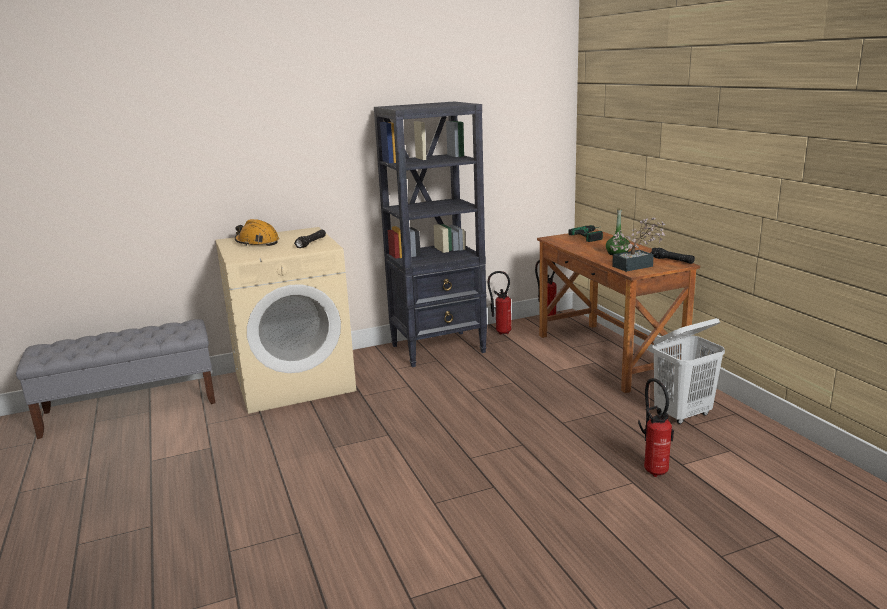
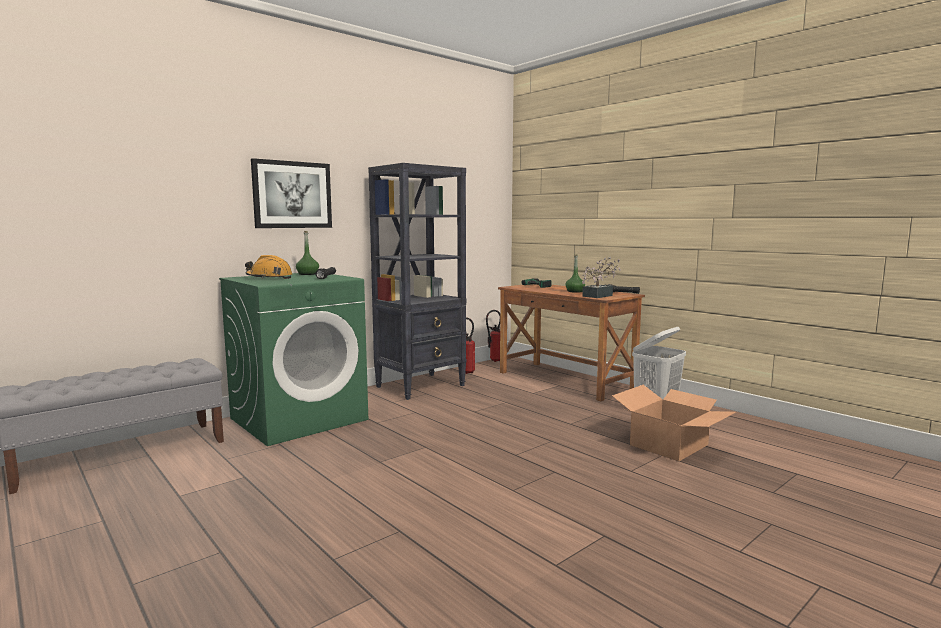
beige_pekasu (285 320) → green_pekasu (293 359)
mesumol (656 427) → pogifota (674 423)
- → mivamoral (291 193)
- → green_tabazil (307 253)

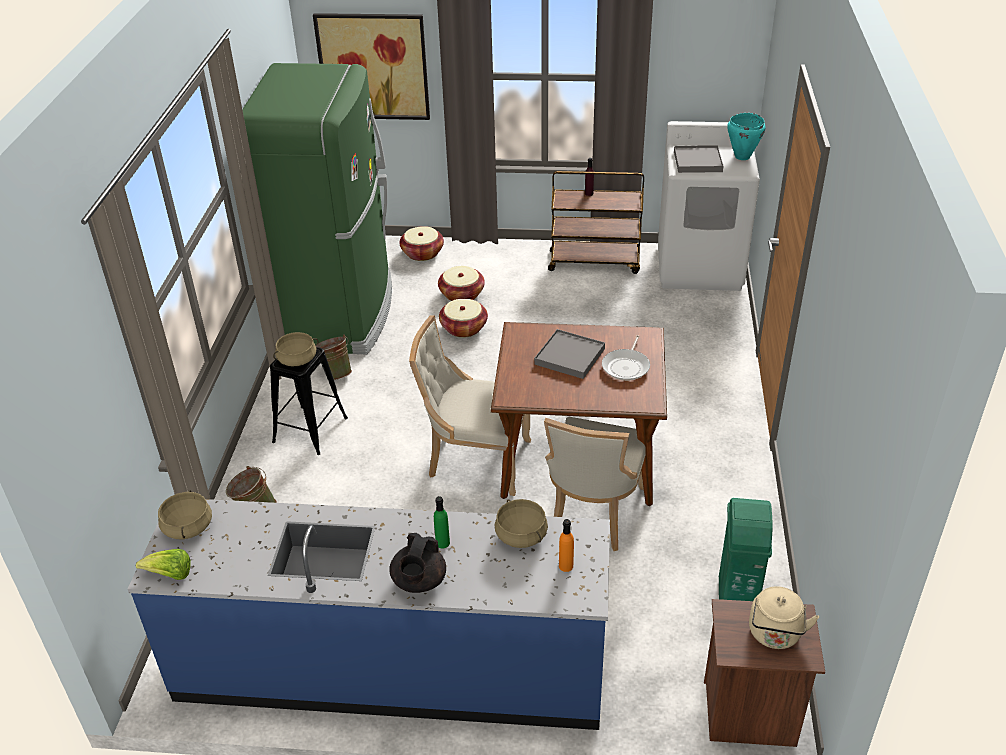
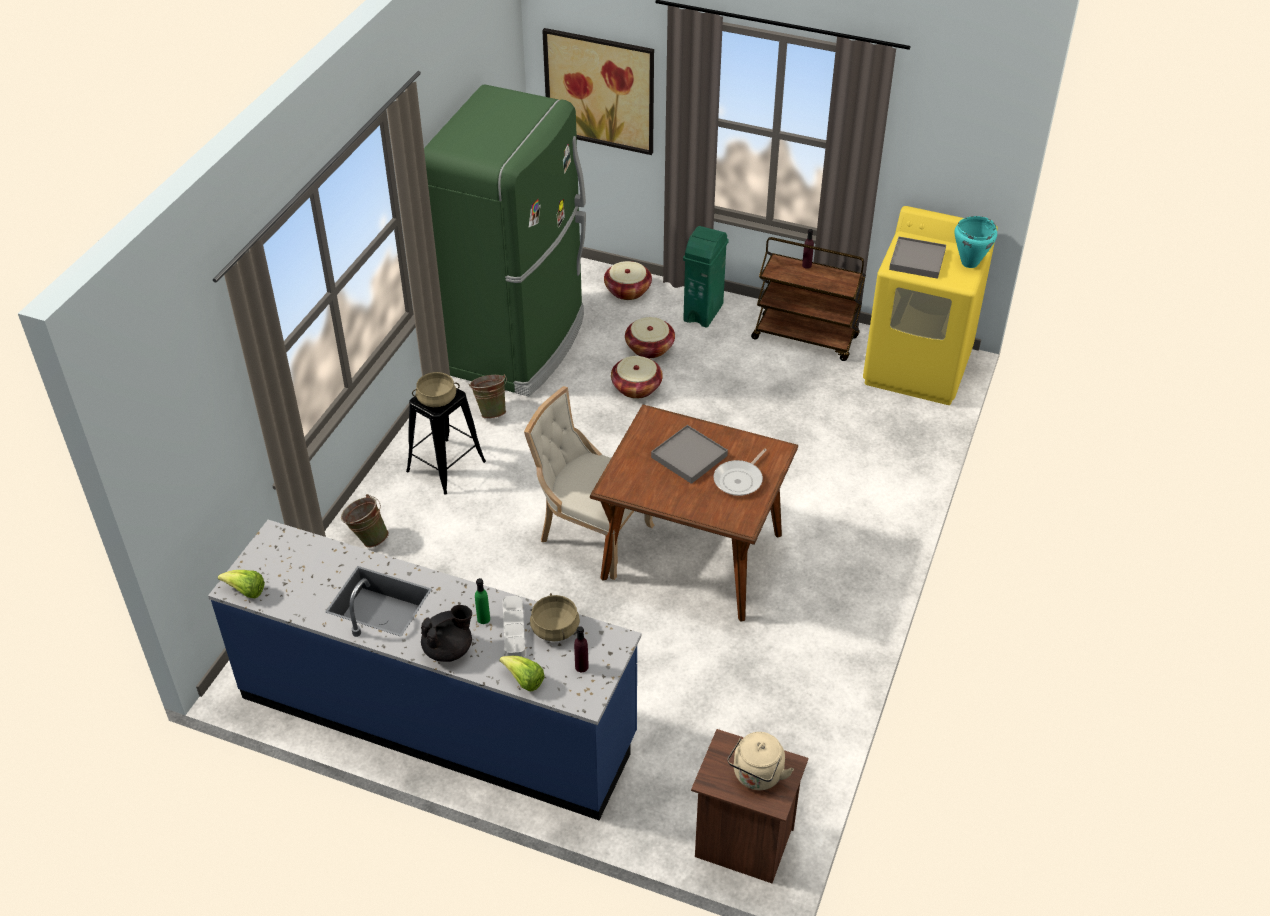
white_pekasu (709 206) → yellow_pekasu (930 305)
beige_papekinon (595 484) → -
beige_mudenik (185 514) → -
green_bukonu (746 549) → green_bukonu (706 277), relocated
orange_tabazil (566 545) → purple_tabazil (581 649)
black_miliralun (417 563) → black_miliralun (446 633), 150 degrees counterclockwise
- → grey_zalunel (514 626)
- → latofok (521 673)

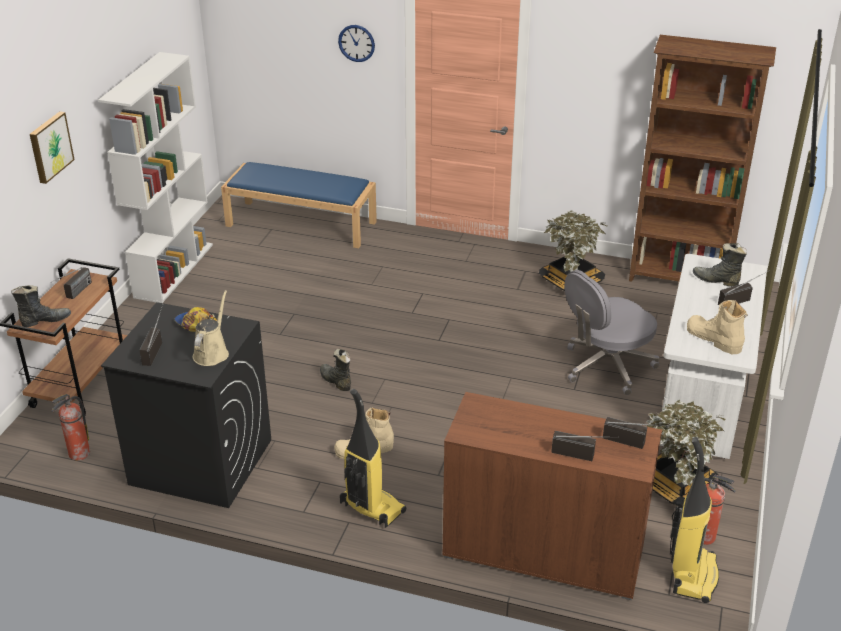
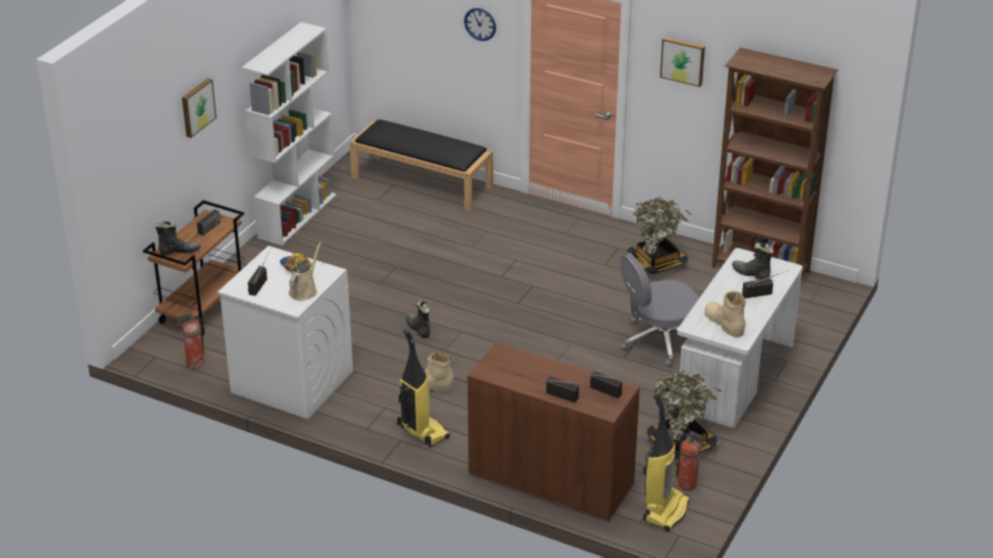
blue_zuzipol (299 205) → black_zuzipol (421 165)
black_pekasu (186 405) → white_pekasu (285 332)
- → mivamoral (682 62)

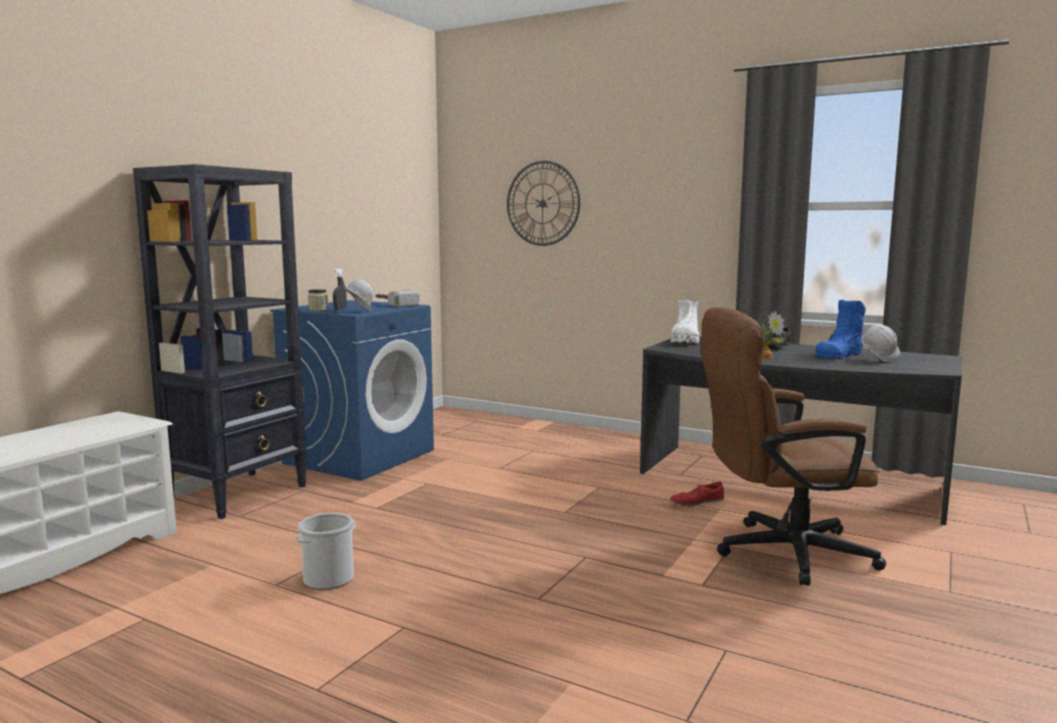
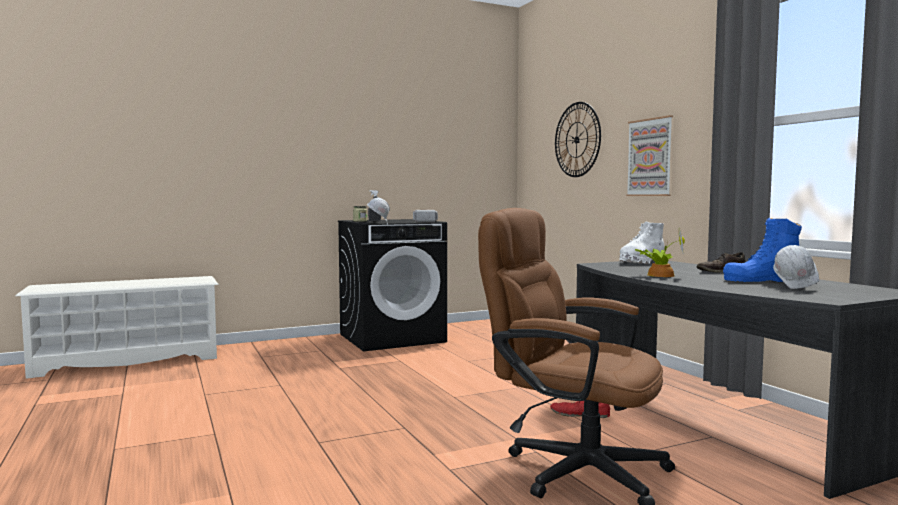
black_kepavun (220 341) → -
blue_pekasu (352 390) → black_pekasu (392 285)
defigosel (326 551) → -
- → mivamoral (649 155)

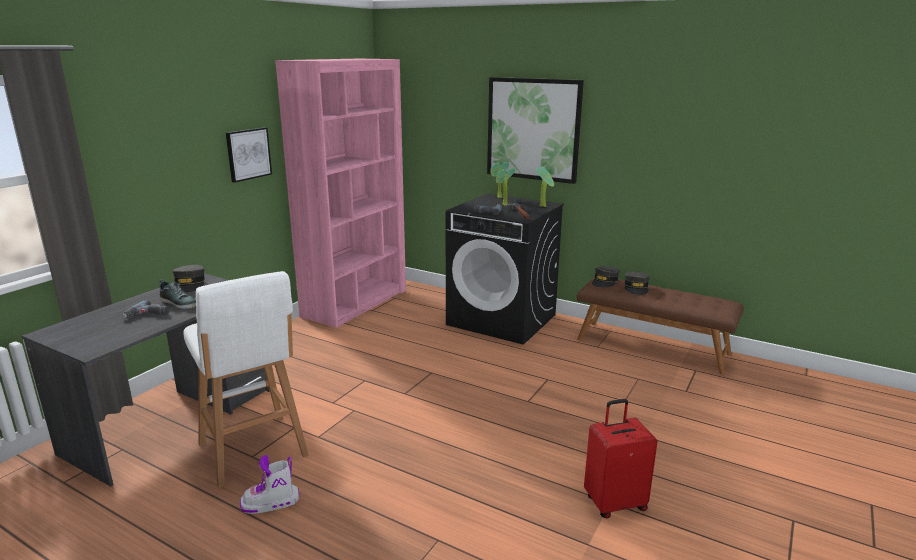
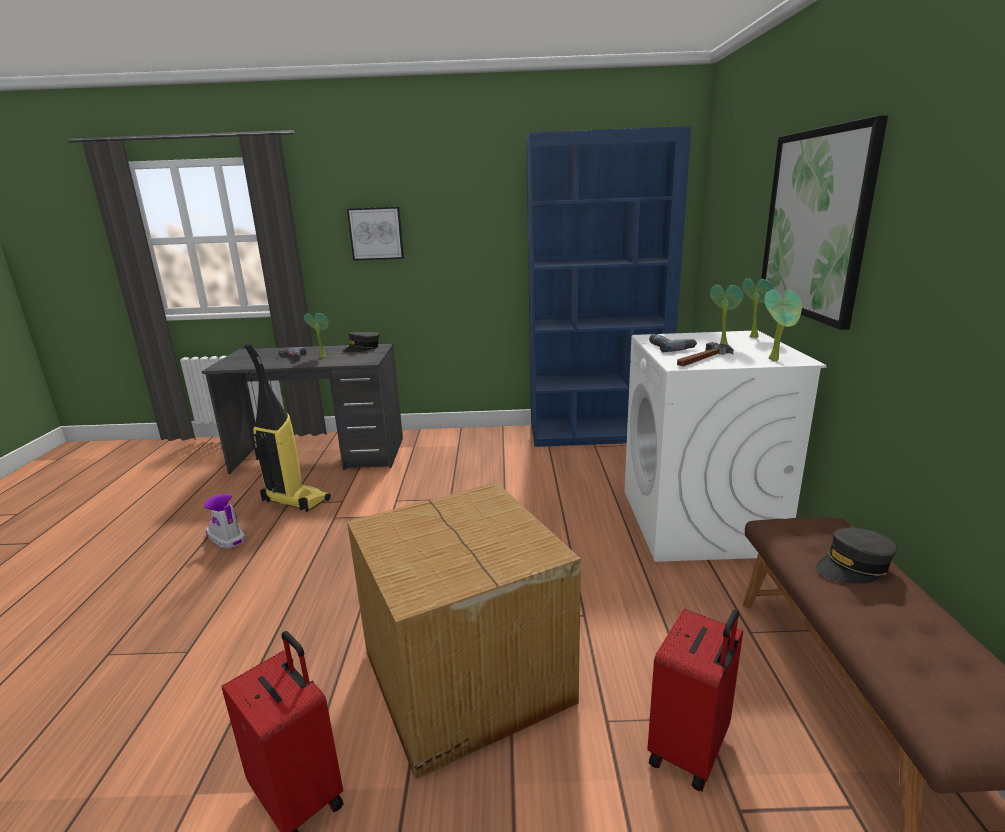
pink_kepavun (340 193) → blue_kepavun (608 286)
mivamoral (249 155) → mivamoral (375 234), relocated
black_pekasu (505 269) → white_pekasu (725 446)
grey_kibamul (606 277) → -
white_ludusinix (246 379) → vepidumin (287 427)
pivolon (177 294) → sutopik (316 335)
- → pogifota (464 630)
- → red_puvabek (695 700)

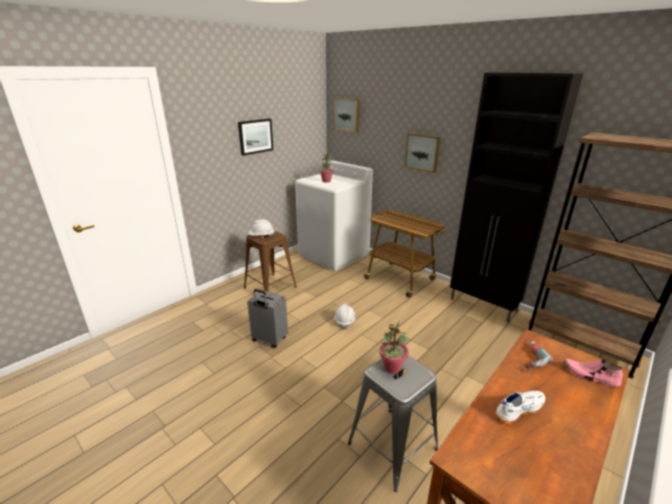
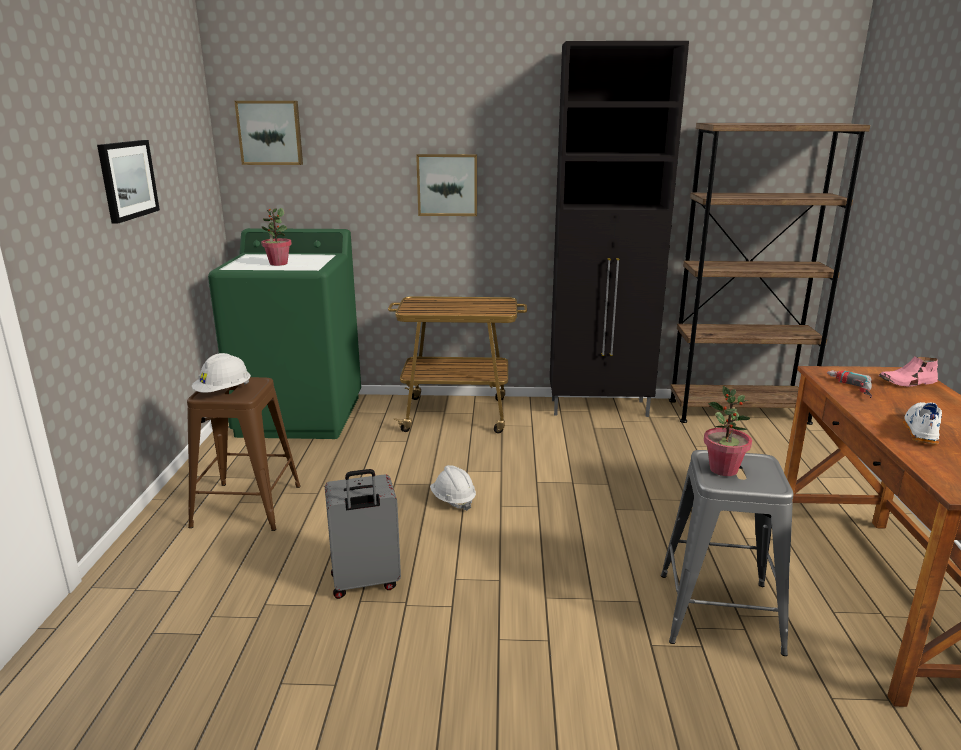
white_pekasu (334 215) → green_pekasu (284 333)

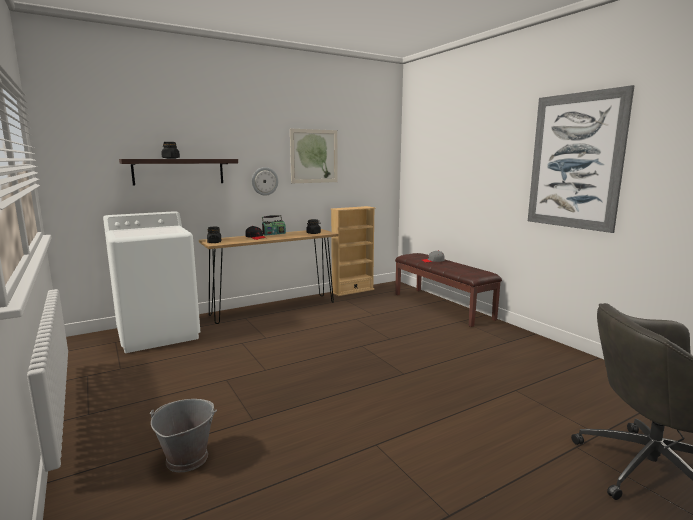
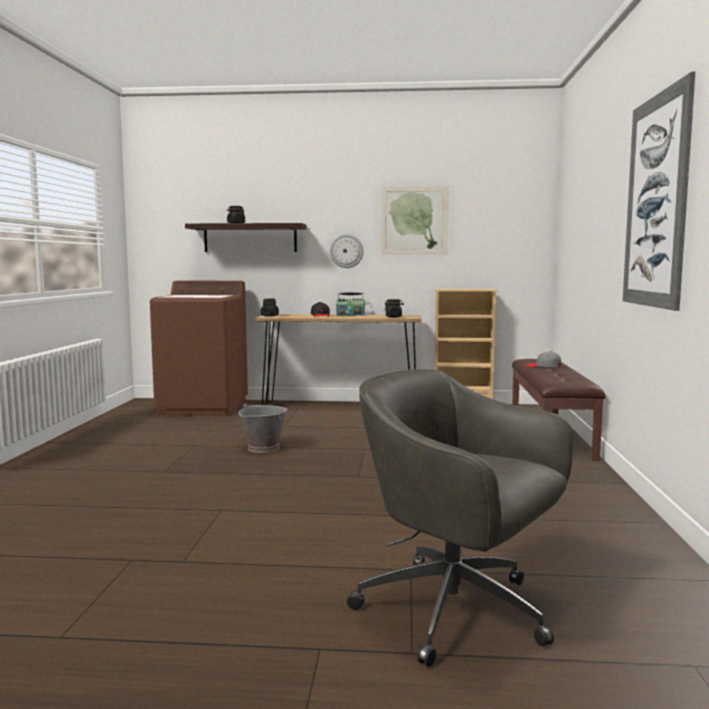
white_pekasu (151 282) → brown_pekasu (199 348)
grey_defigosel (183 435) → grey_defigosel (263 428), relocated

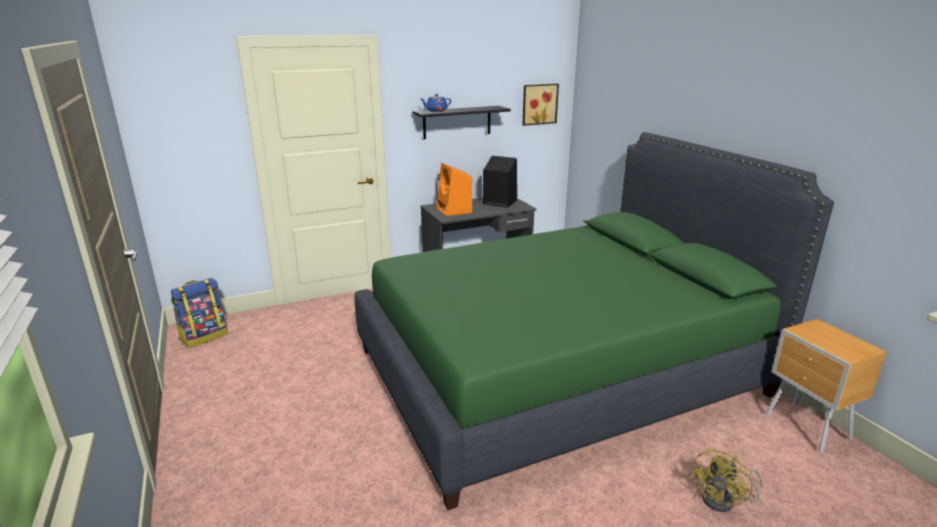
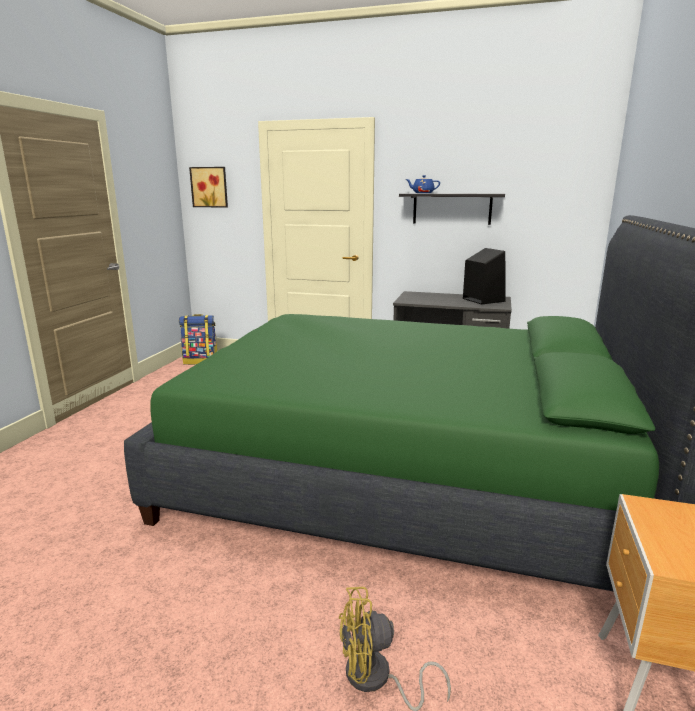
mivamoral (540 105) → mivamoral (208 187), relocated
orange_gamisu (454 189) → -

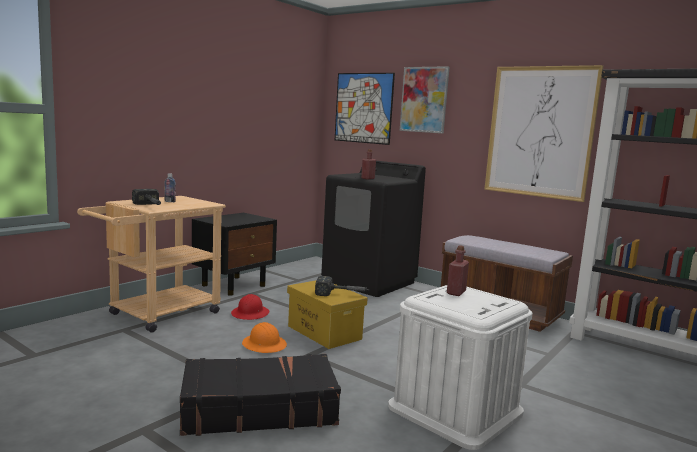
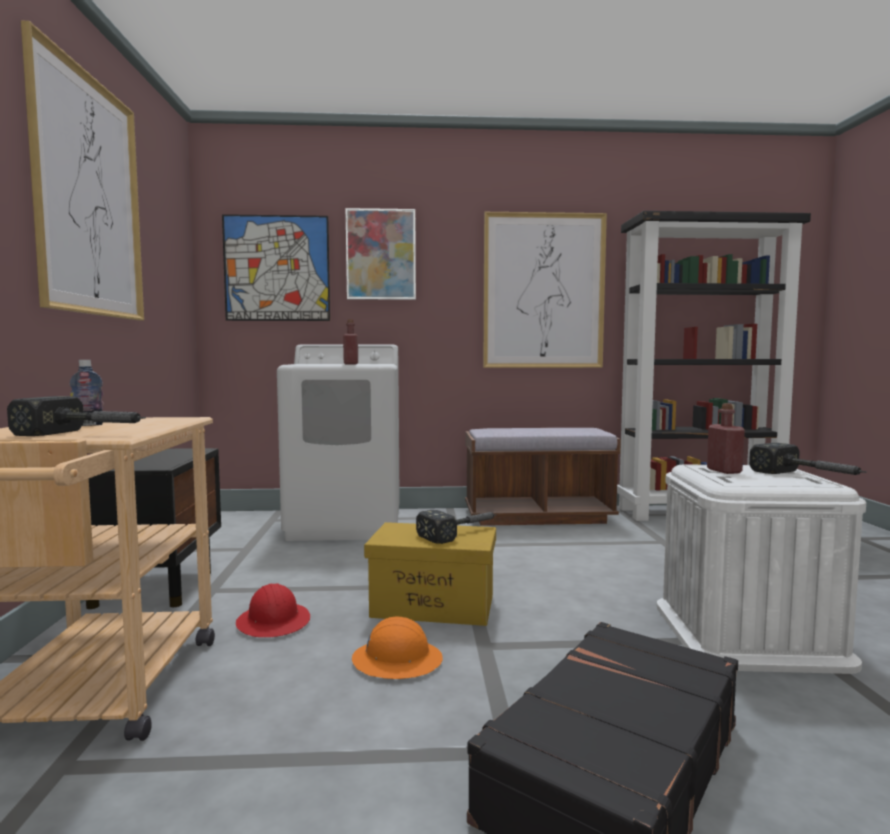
black_pekasu (373 229) → white_pekasu (338 442)
- → mivamoral (82 170)
- → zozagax (808 459)

